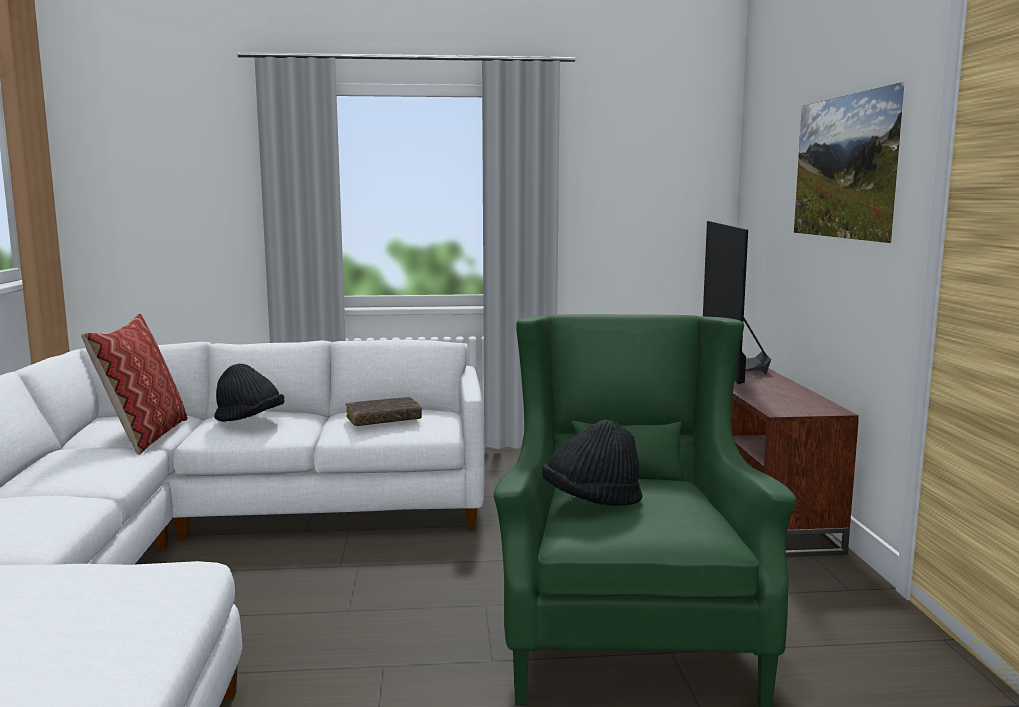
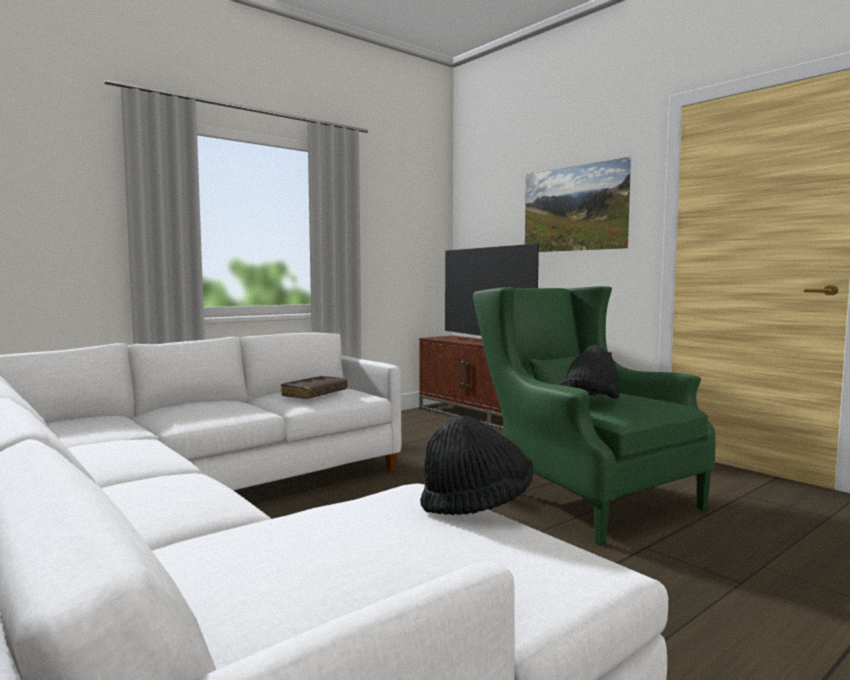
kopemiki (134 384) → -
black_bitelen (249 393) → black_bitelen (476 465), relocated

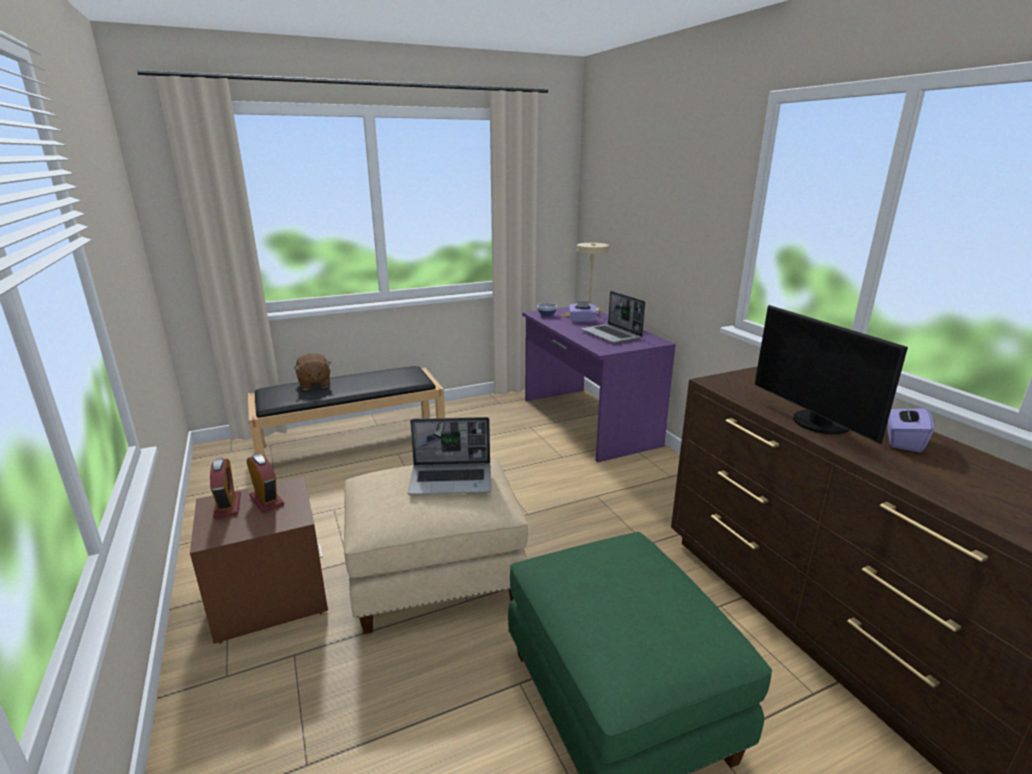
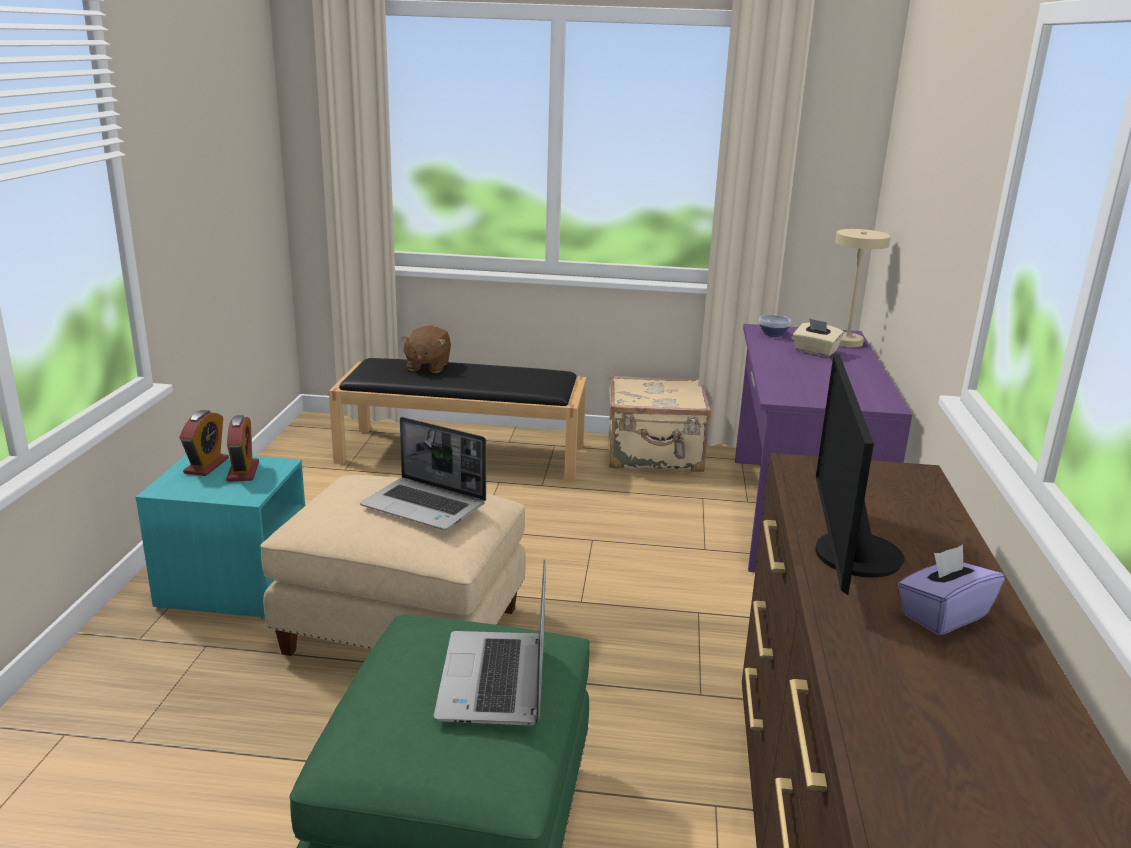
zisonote (613 317) → zisonote (490 642), relocated
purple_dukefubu (583 311) → beige_dukefubu (818 337)
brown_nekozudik (259 560) → turquoise_nekozudik (220 536)
- → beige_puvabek (659 423)

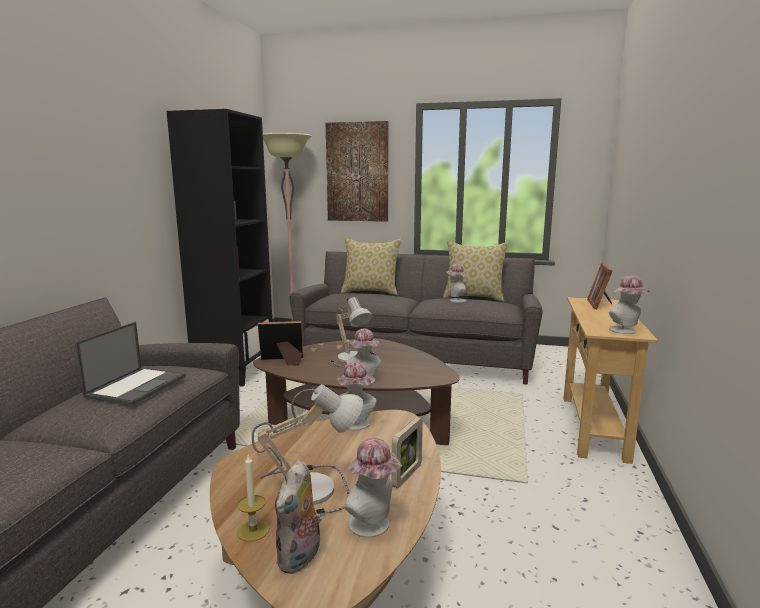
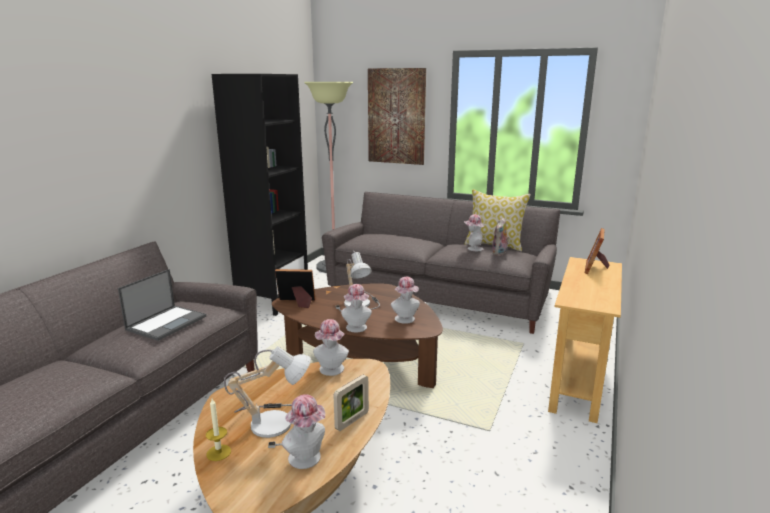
kopemiki (371 266) → -
bitelen (629 304) → bitelen (405 300), relocated
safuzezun (298 517) → safuzezun (501 237), relocated

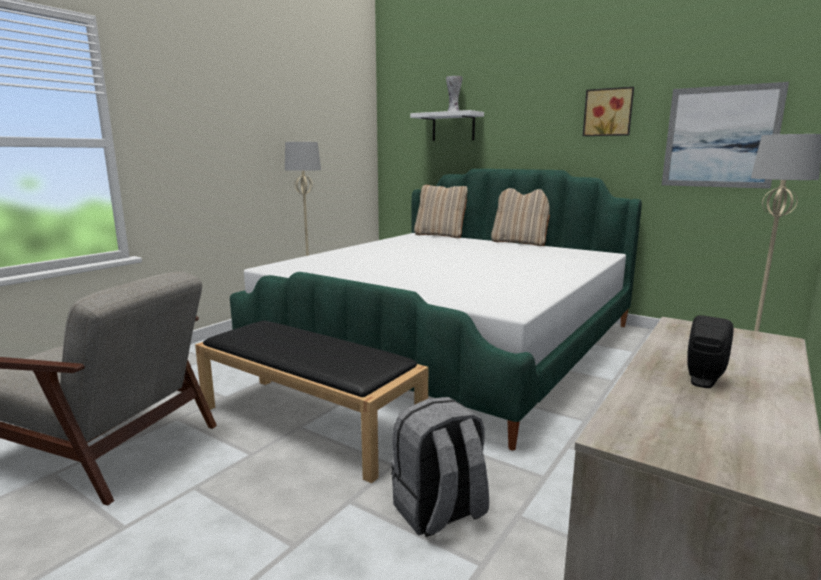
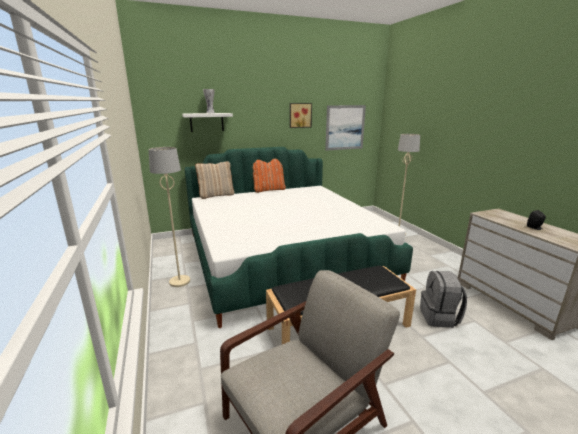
beige_kopemiki (520 217) → orange_kopemiki (269 176)

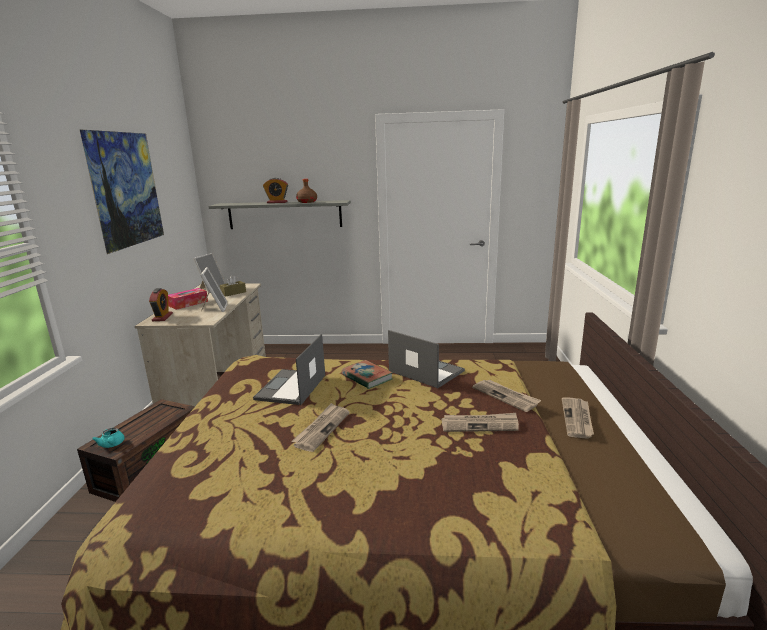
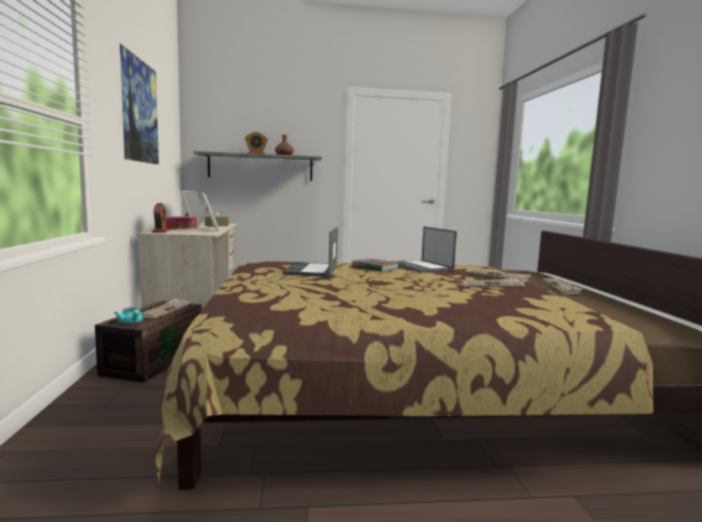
zisonote (426 359) → zisonote (424 249), 150 degrees counterclockwise
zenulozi (320 427) → zenulozi (165 309), relocated

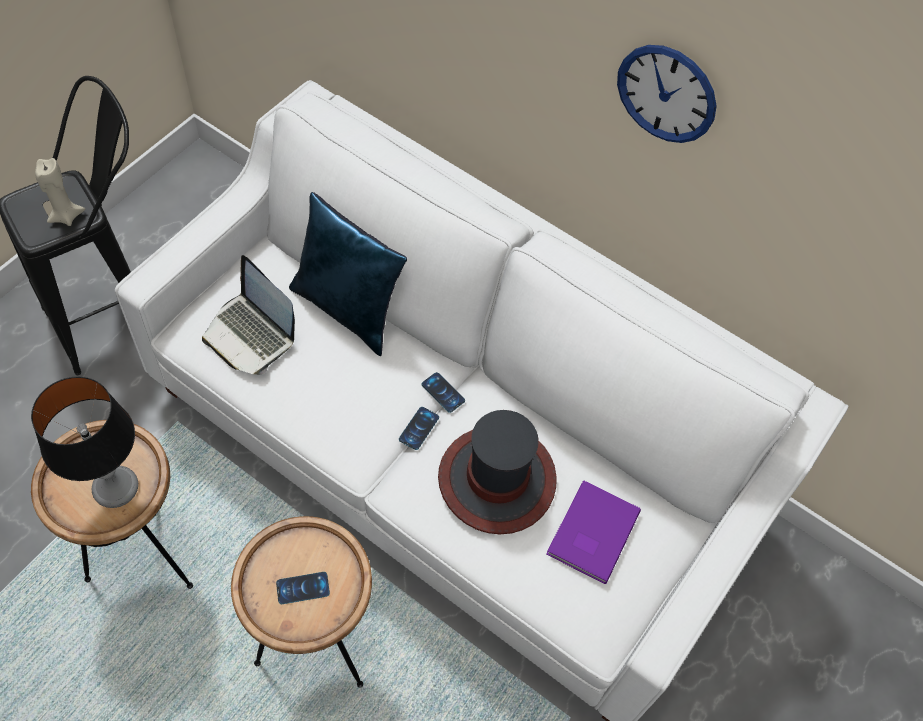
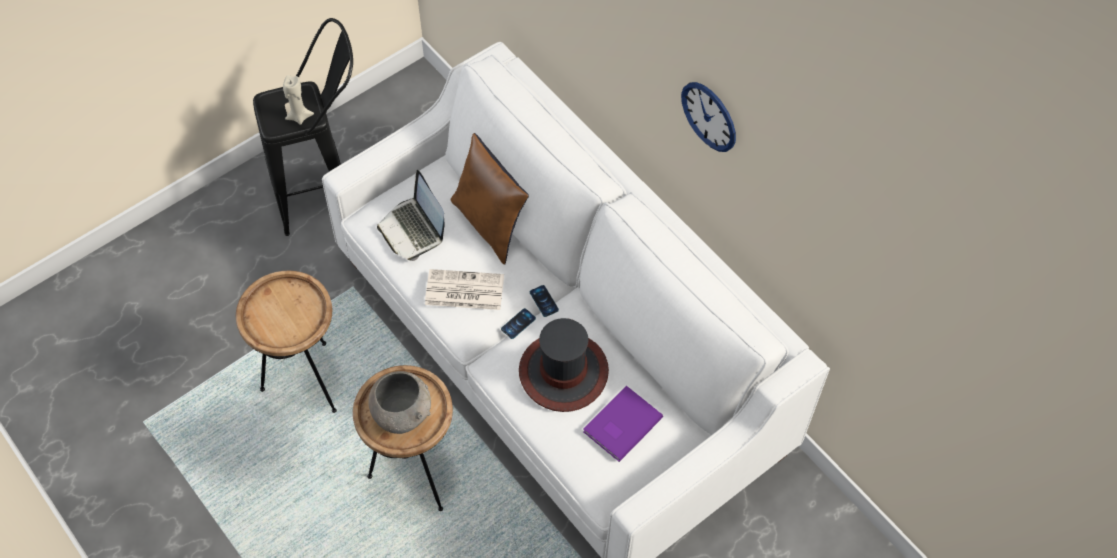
blue_kopemiki (348 274) → brown_kopemiki (489 199)
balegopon (84 442) → -
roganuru (303 588) → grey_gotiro (399 402)
- → zenulozi (464 289)

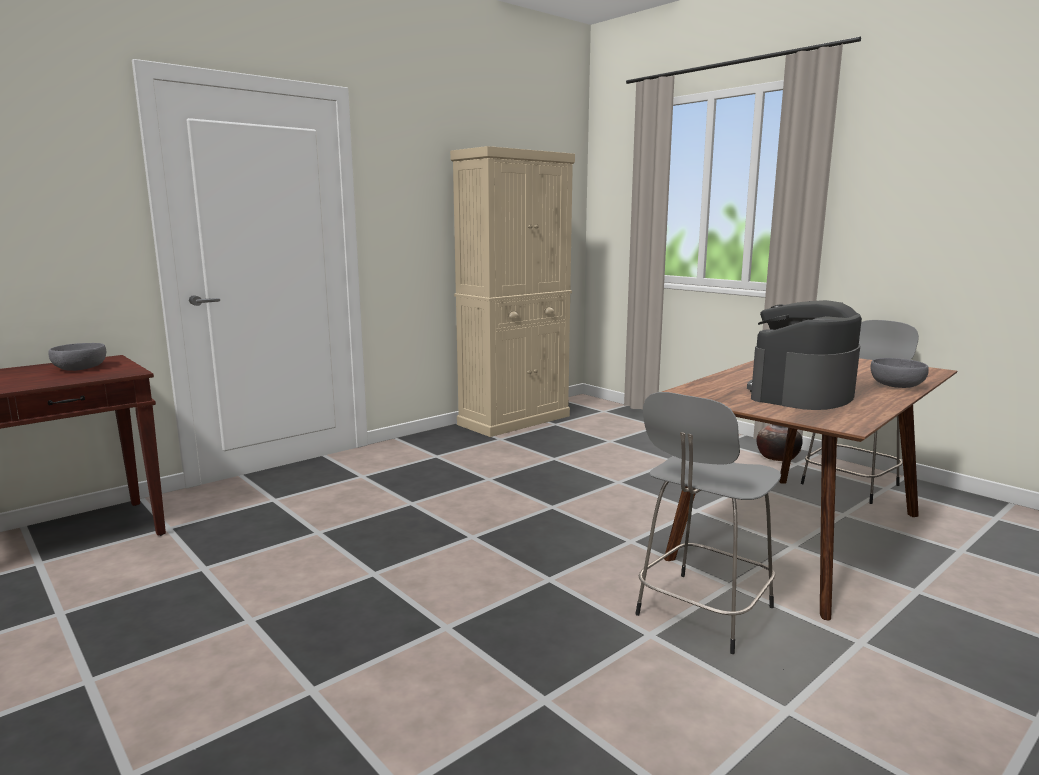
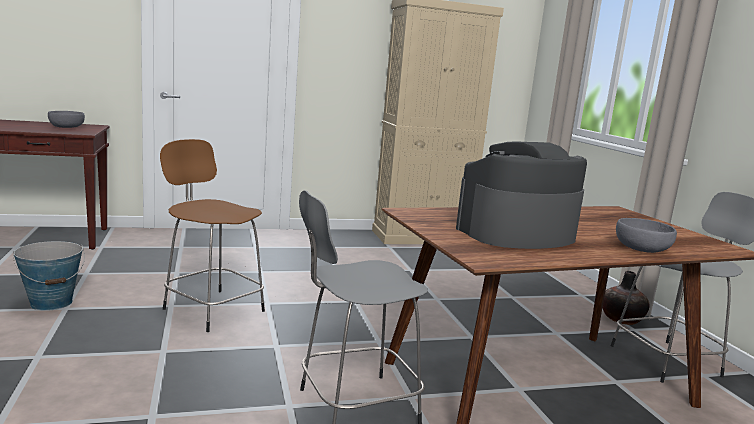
- → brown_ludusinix (212 235)
- → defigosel (49 276)

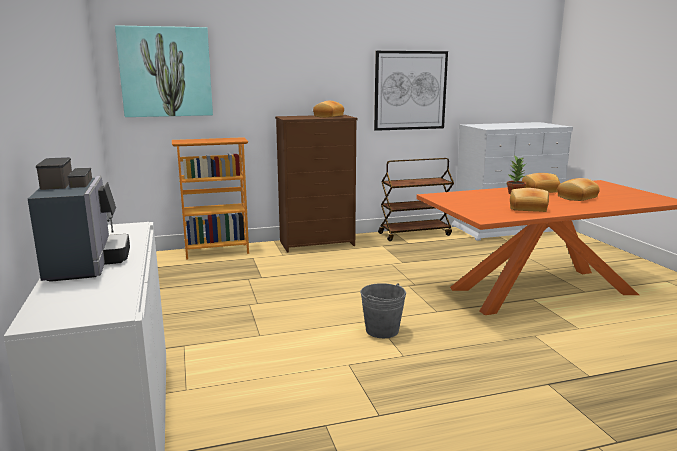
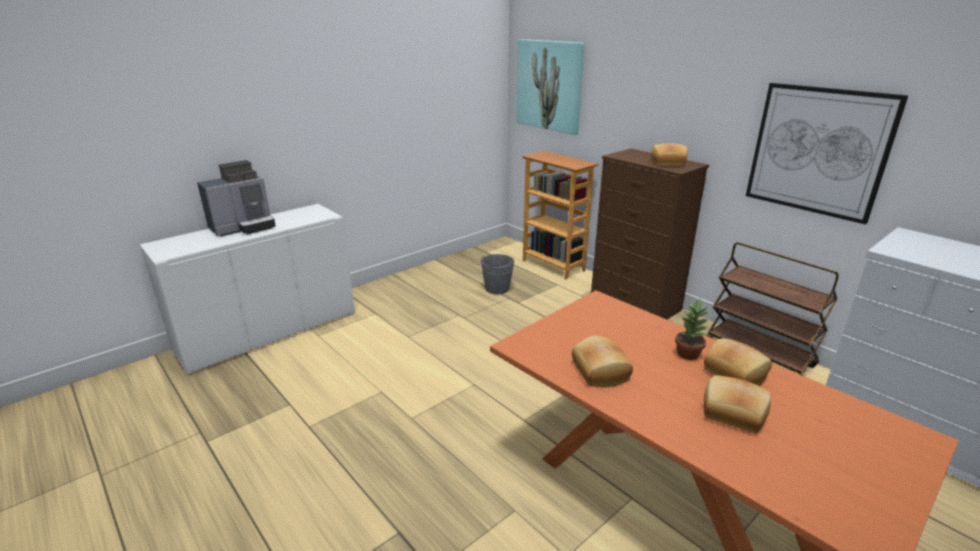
grey_defigosel (383 310) → grey_defigosel (497 274), relocated

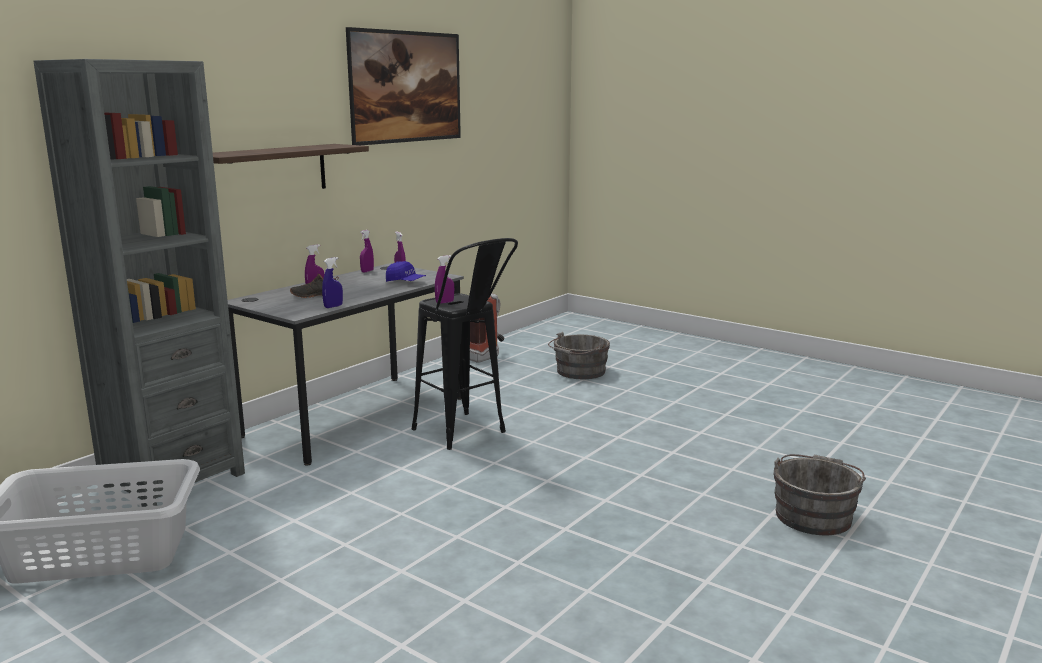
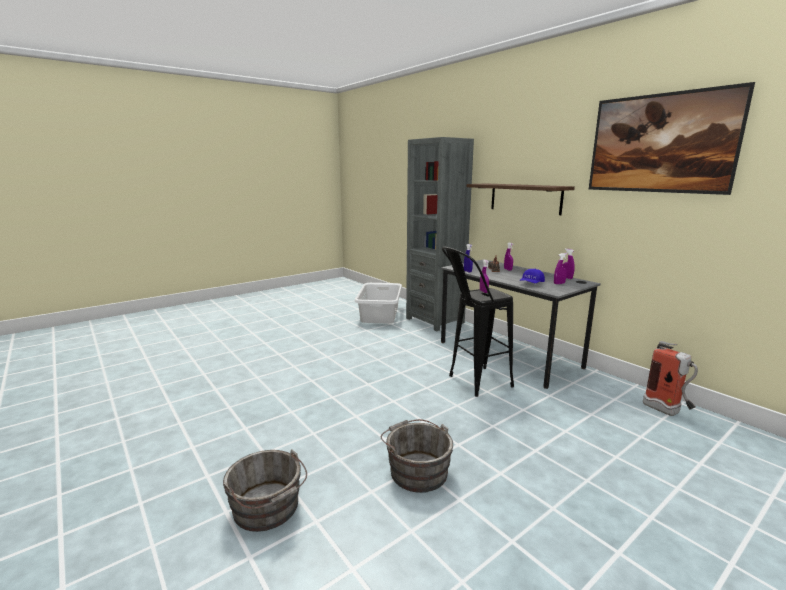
grey_defigosel (579 356) → grey_defigosel (417 456), relocated

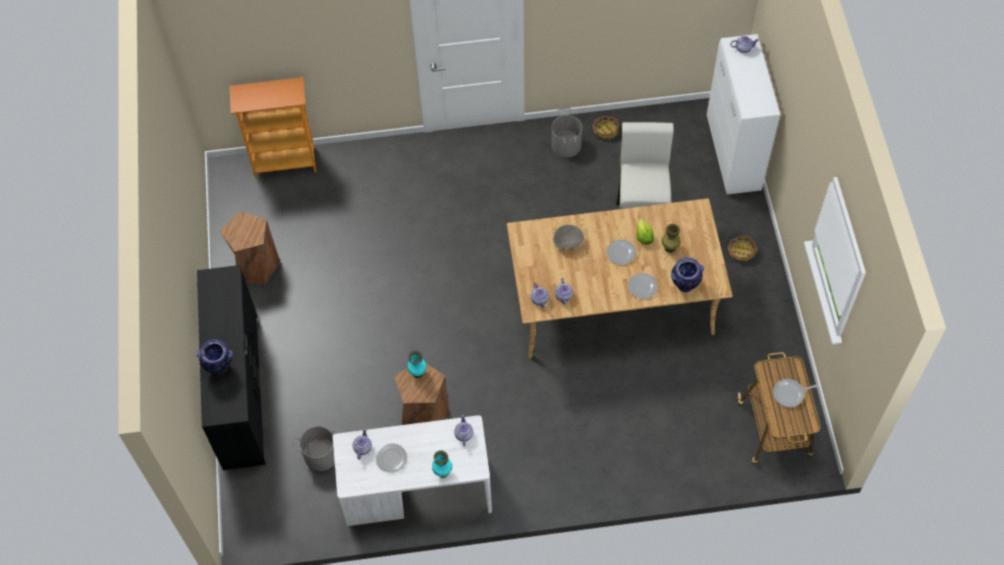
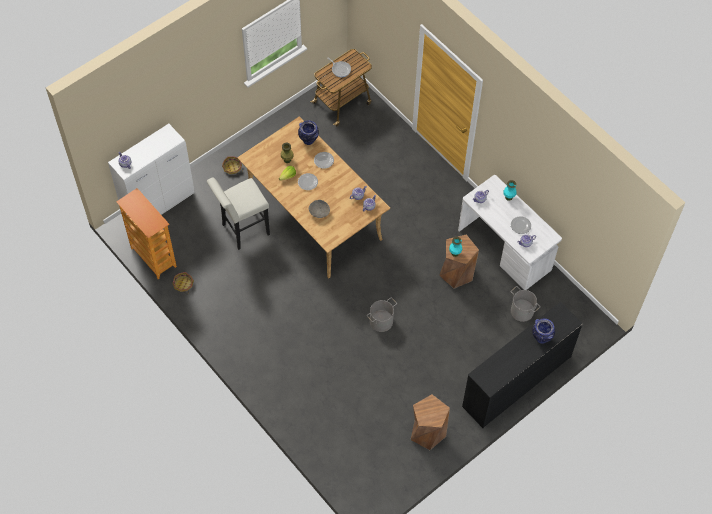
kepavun (272 128) → kepavun (146 233), relocated
grey_defigosel (566 133) → grey_defigosel (382 314), relocated

